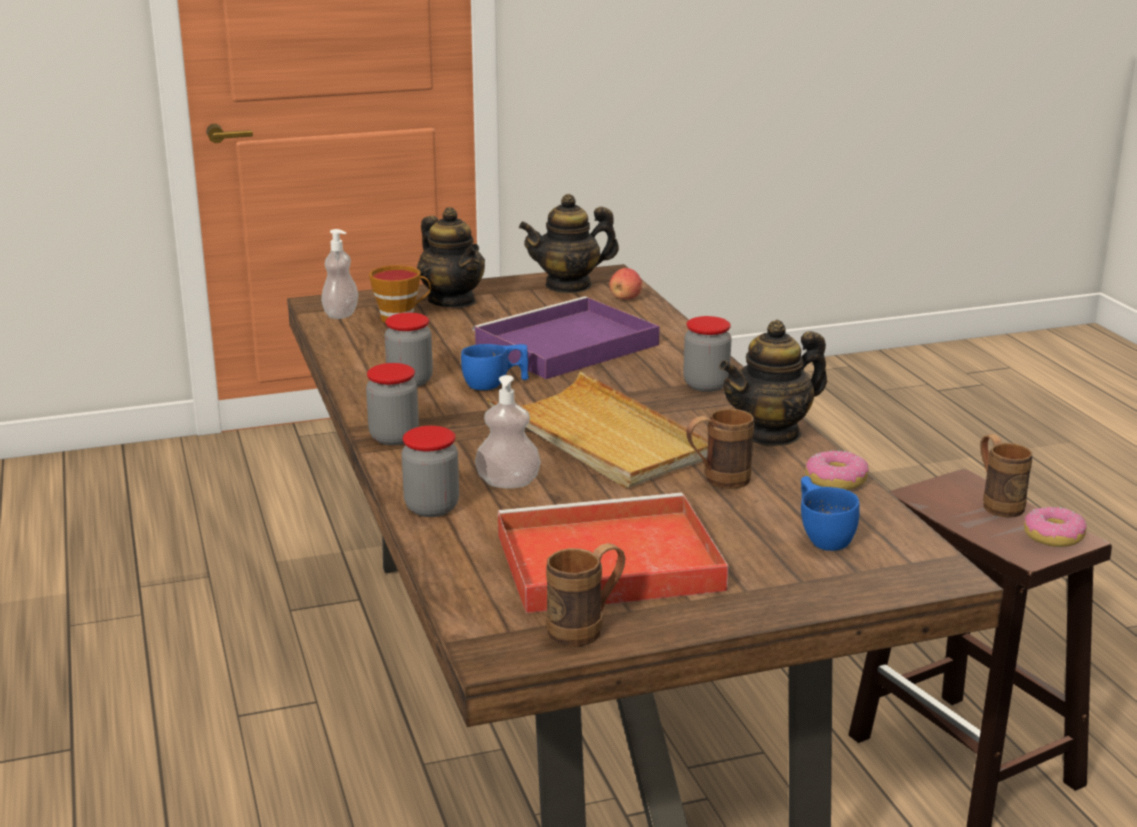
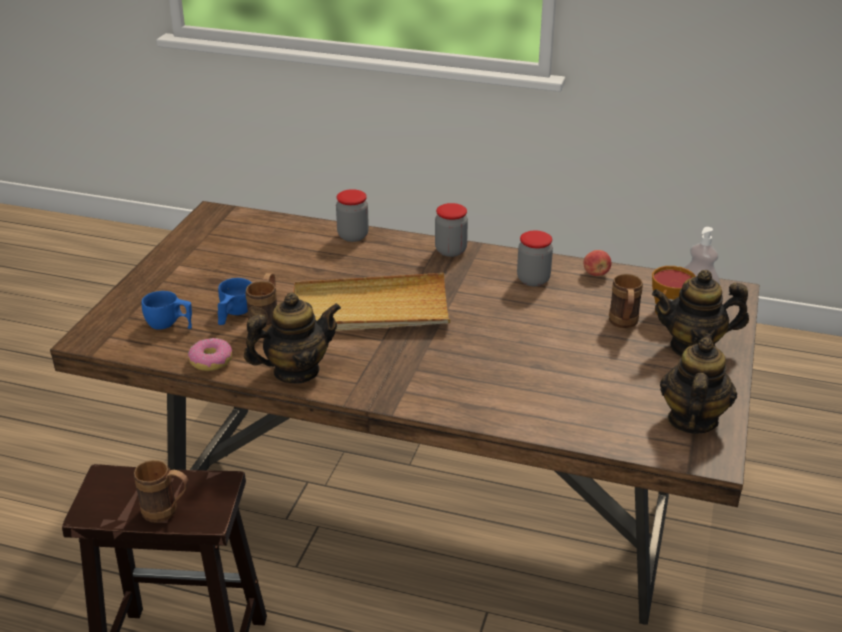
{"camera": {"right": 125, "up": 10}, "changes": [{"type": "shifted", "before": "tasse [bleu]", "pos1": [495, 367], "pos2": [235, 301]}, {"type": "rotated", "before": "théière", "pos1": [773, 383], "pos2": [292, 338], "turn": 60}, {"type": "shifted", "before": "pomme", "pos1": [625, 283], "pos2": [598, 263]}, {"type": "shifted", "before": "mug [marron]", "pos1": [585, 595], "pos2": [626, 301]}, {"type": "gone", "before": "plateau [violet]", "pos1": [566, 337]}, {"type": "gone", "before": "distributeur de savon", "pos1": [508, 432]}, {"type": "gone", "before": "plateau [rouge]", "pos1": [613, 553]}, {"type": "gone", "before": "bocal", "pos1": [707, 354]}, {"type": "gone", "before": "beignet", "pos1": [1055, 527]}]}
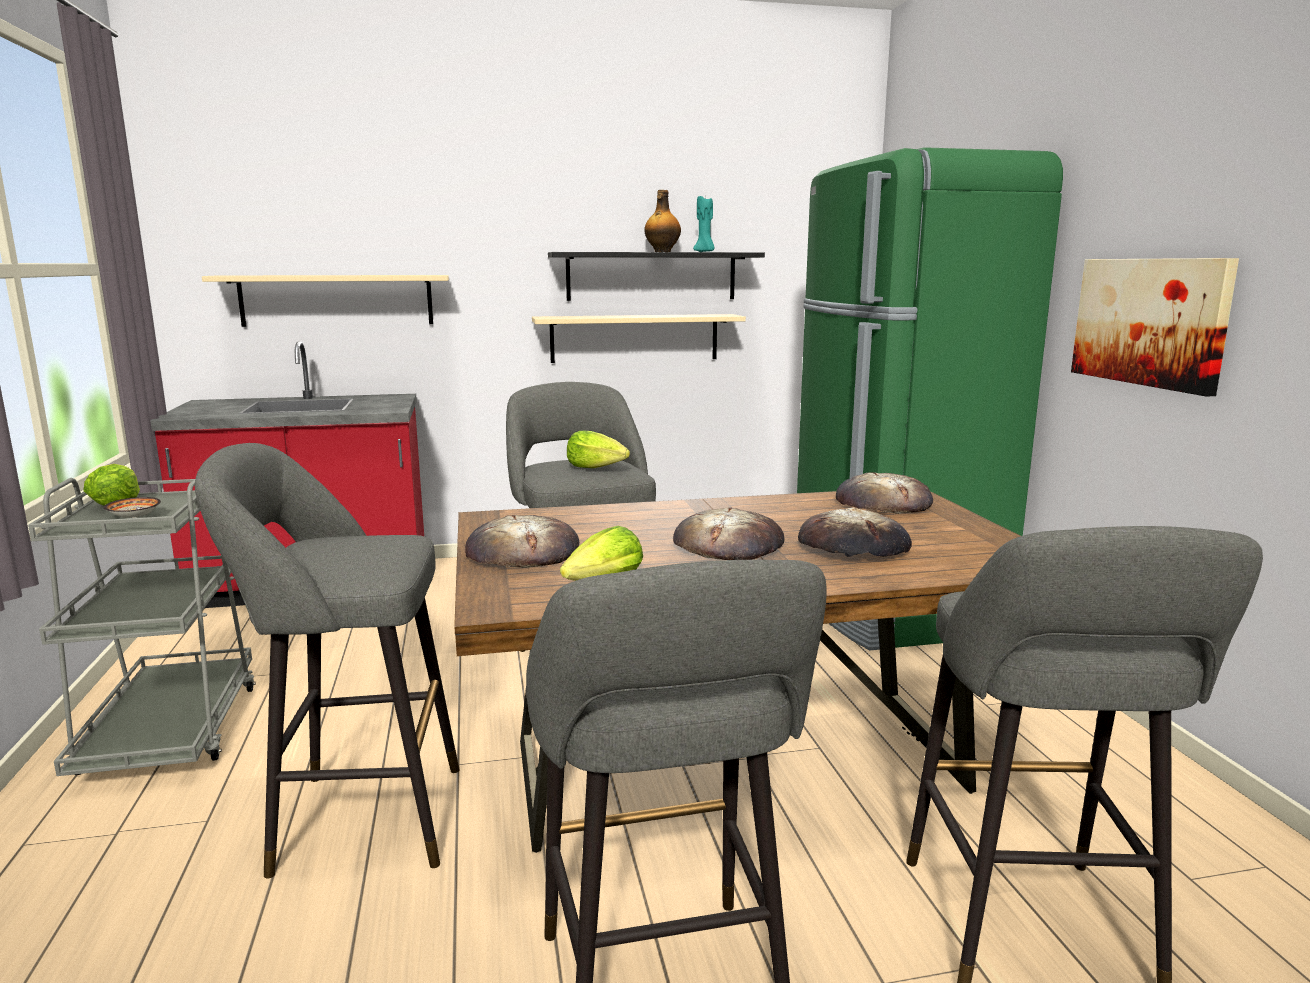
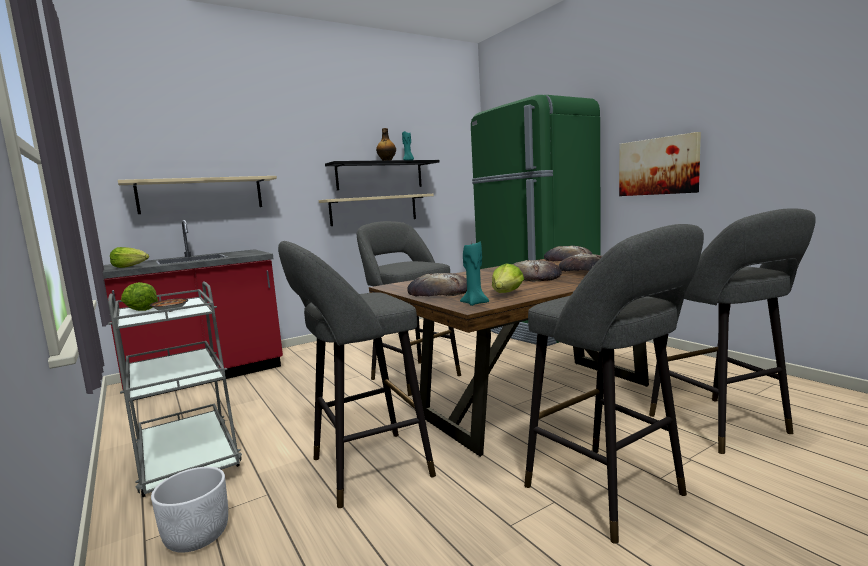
{"camera": {"right": -20, "up": -5}, "changes": [{"type": "shifted", "before": "laitue", "pos1": [598, 449], "pos2": [129, 257]}, {"type": "new", "after": "cache-pot [blanc]", "pos2": [189, 510]}, {"type": "new", "after": "bougie [turquoise]", "pos2": [474, 273]}]}
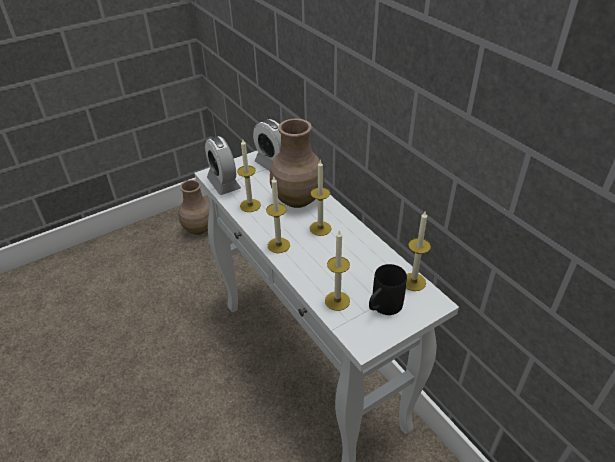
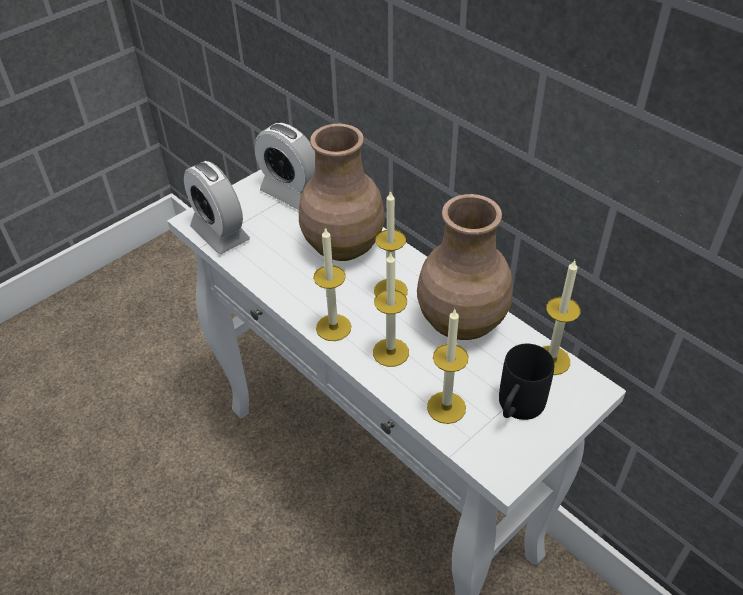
{"camera": {"right": -10, "up": 5}, "changes": [{"type": "shifted", "before": "bougie", "pos1": [249, 175], "pos2": [391, 309]}, {"type": "shifted", "before": "vase [marron]", "pos1": [194, 207], "pos2": [465, 267]}]}
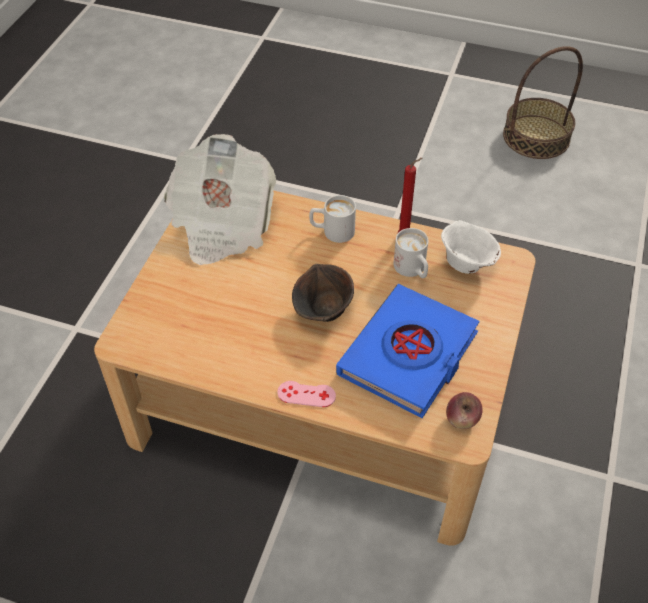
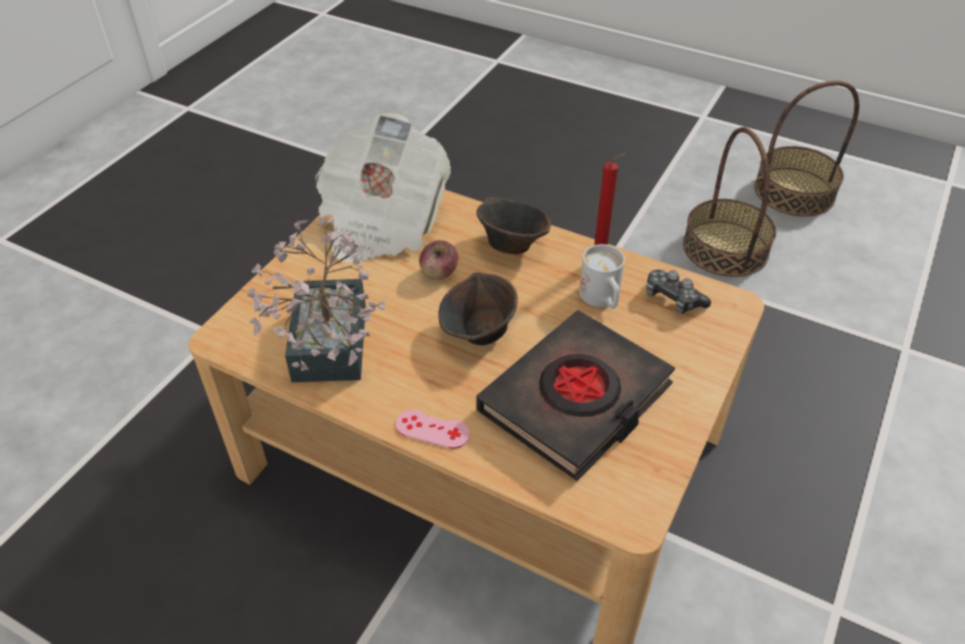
{"camera": {"right": 10, "up": -5}, "changes": [{"type": "new", "after": "plante en pot", "pos2": [316, 298]}, {"type": "shifted", "before": "pomme", "pos1": [464, 410], "pos2": [438, 260]}, {"type": "swapped", "before": "mug [blanc]", "after": "bol [marron]", "pos1": [332, 219], "pos2": [513, 225]}, {"type": "repainted", "before": "livre [bleu]", "after": "livre [noir]", "pos1": [408, 351], "pos2": [575, 395]}, {"type": "swapped", "before": "bol [blanc]", "after": "manette", "pos1": [471, 247], "pos2": [678, 292]}, {"type": "new", "after": "panier", "pos2": [729, 202]}]}
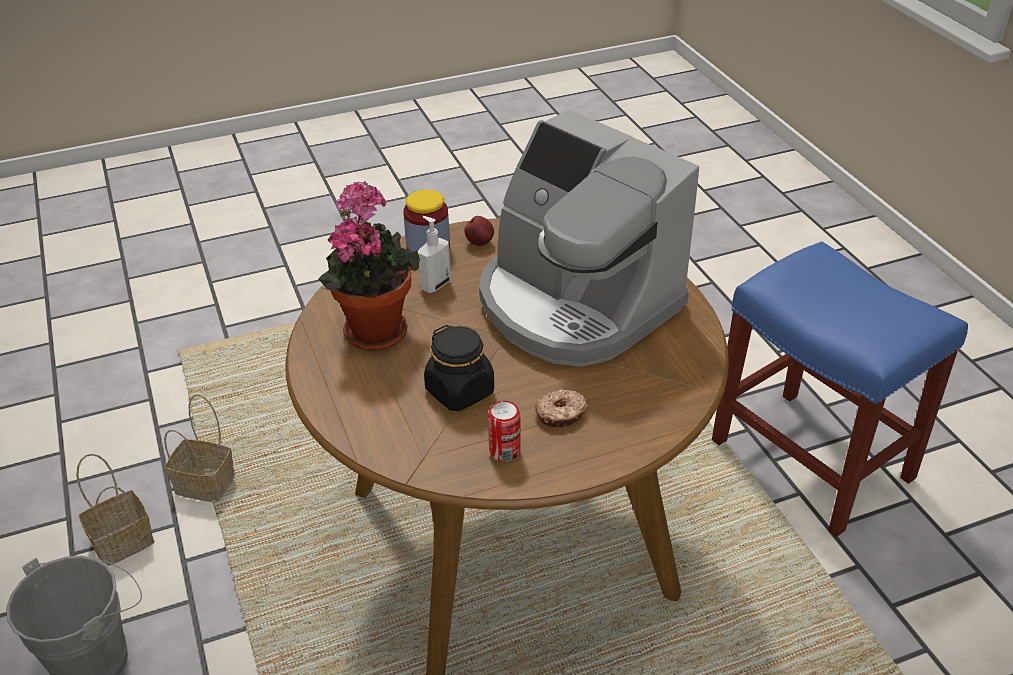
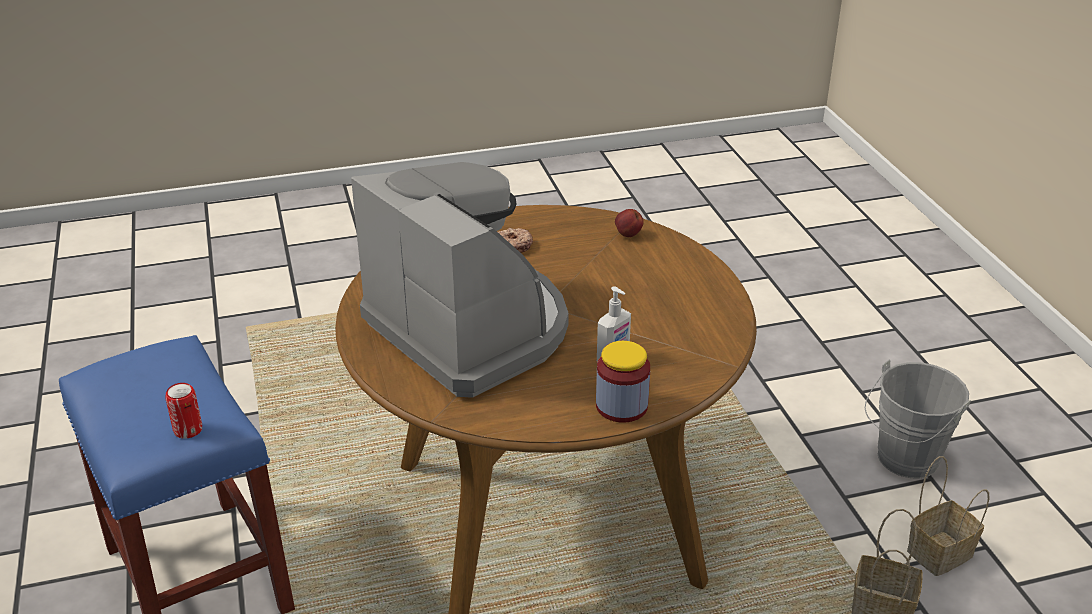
{"camera": {"right": -175, "up": -5}, "changes": [{"type": "shifted", "before": "boîte métallique", "pos1": [504, 431], "pos2": [183, 411]}, {"type": "shifted", "before": "pomme", "pos1": [479, 231], "pos2": [629, 223]}, {"type": "gone", "before": "plante en pot", "pos1": [369, 266]}, {"type": "gone", "before": "bocal [noir]", "pos1": [459, 368]}]}
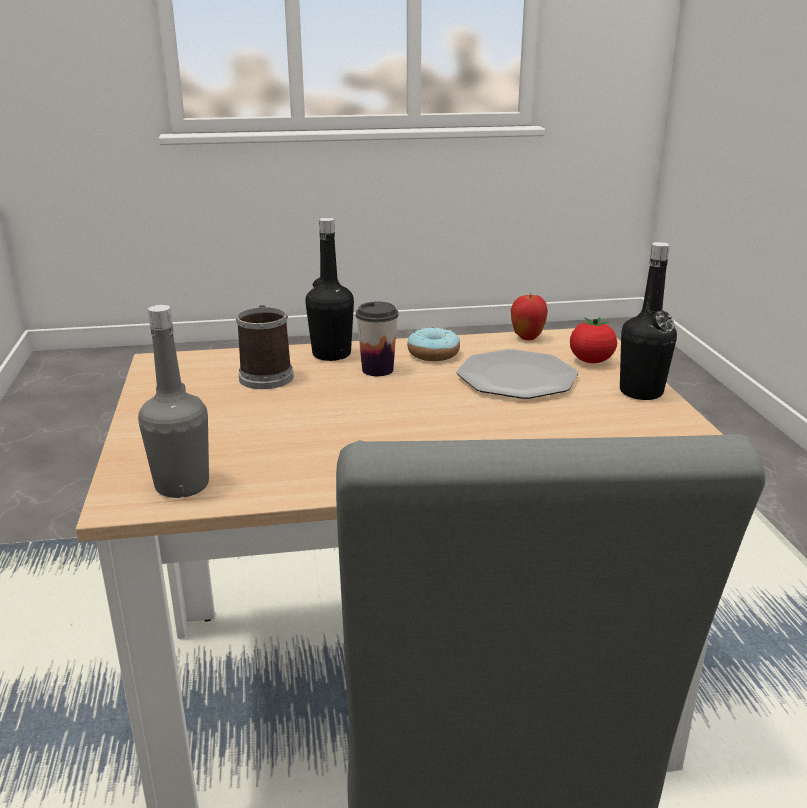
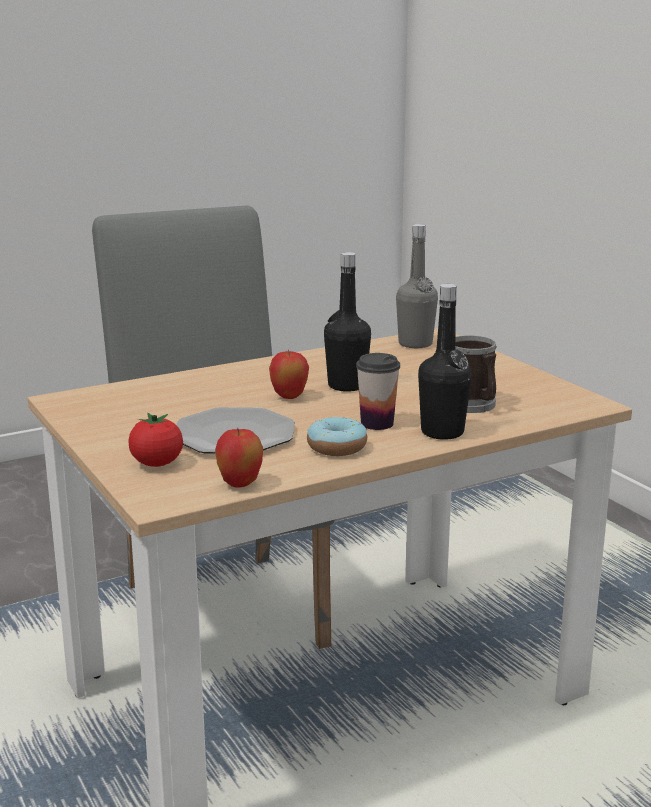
{"camera": {"right": 160, "up": -5}, "changes": [{"type": "new", "after": "pomme", "pos2": [289, 374]}, {"type": "shifted", "before": "bouteille [noir]", "pos1": [648, 321], "pos2": [347, 322]}]}
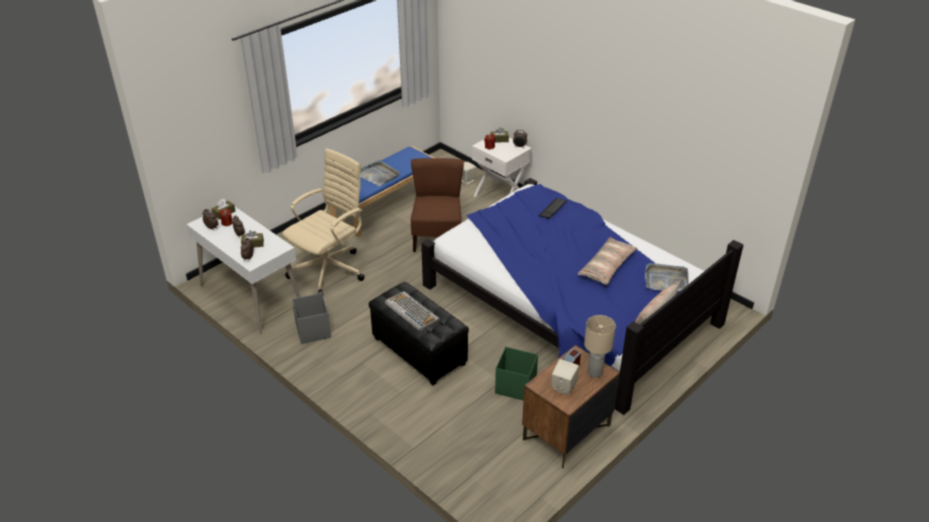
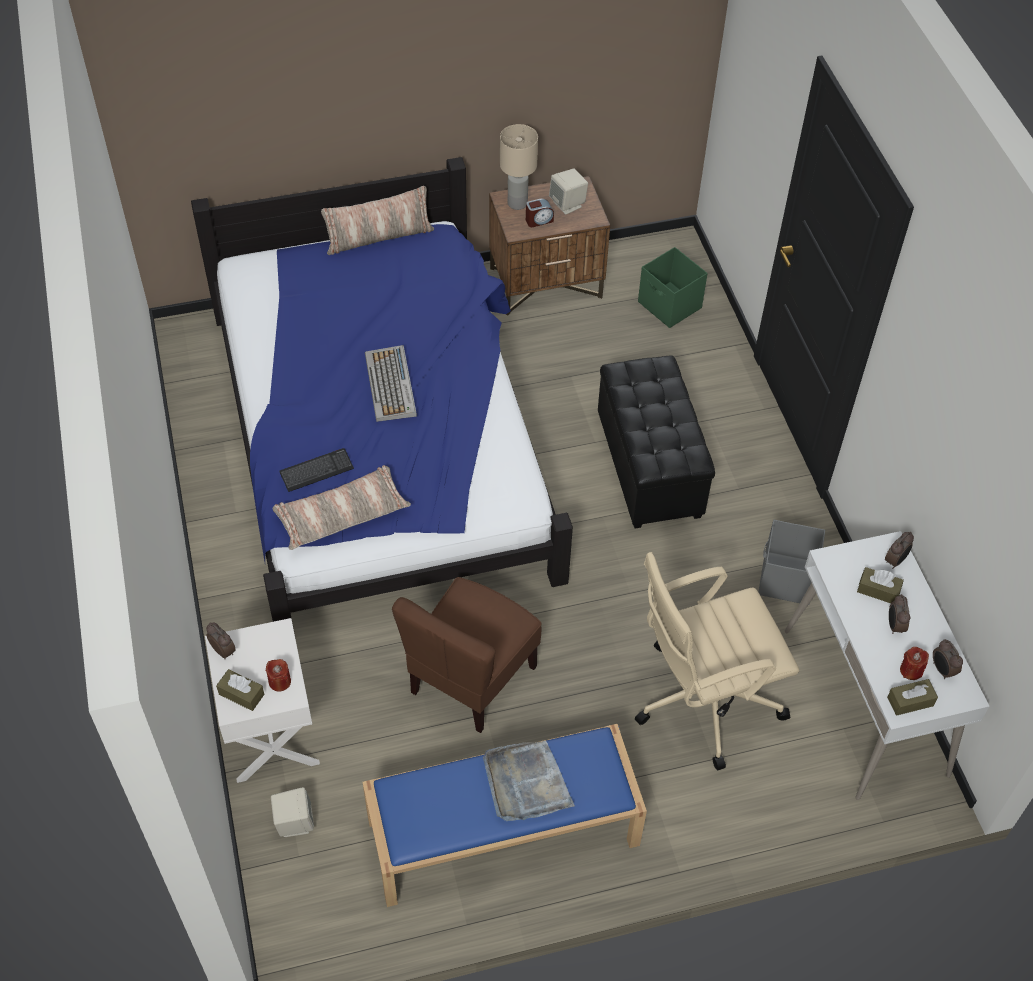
{"camera": {"right": -150, "up": 15}, "changes": [{"type": "shifted", "before": "coussin", "pos1": [607, 261], "pos2": [342, 507]}, {"type": "shifted", "before": "clavier", "pos1": [412, 311], "pos2": [391, 383]}, {"type": "shifted", "before": "boîte de rangement [vert]", "pos1": [516, 373], "pos2": [673, 287]}, {"type": "gone", "before": "plateau [gris]", "pos1": [666, 277]}]}
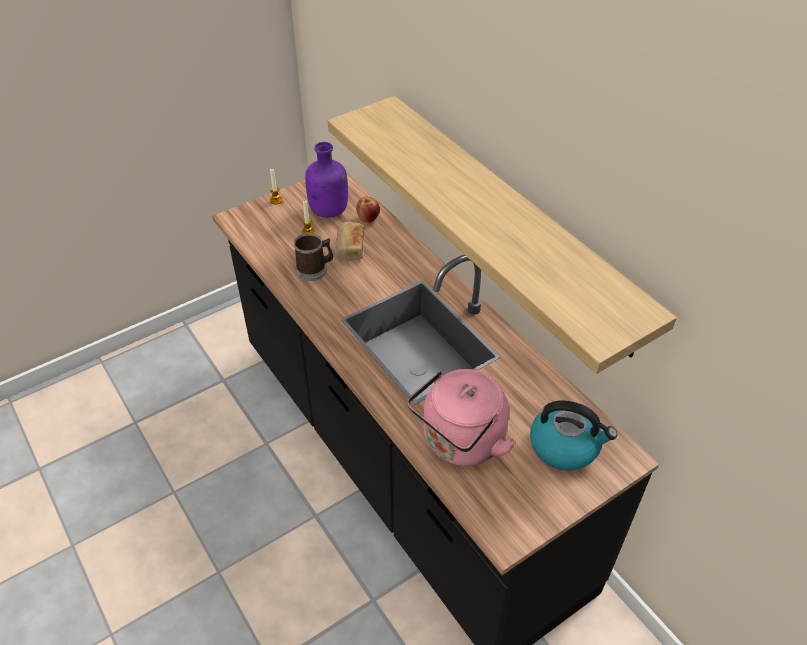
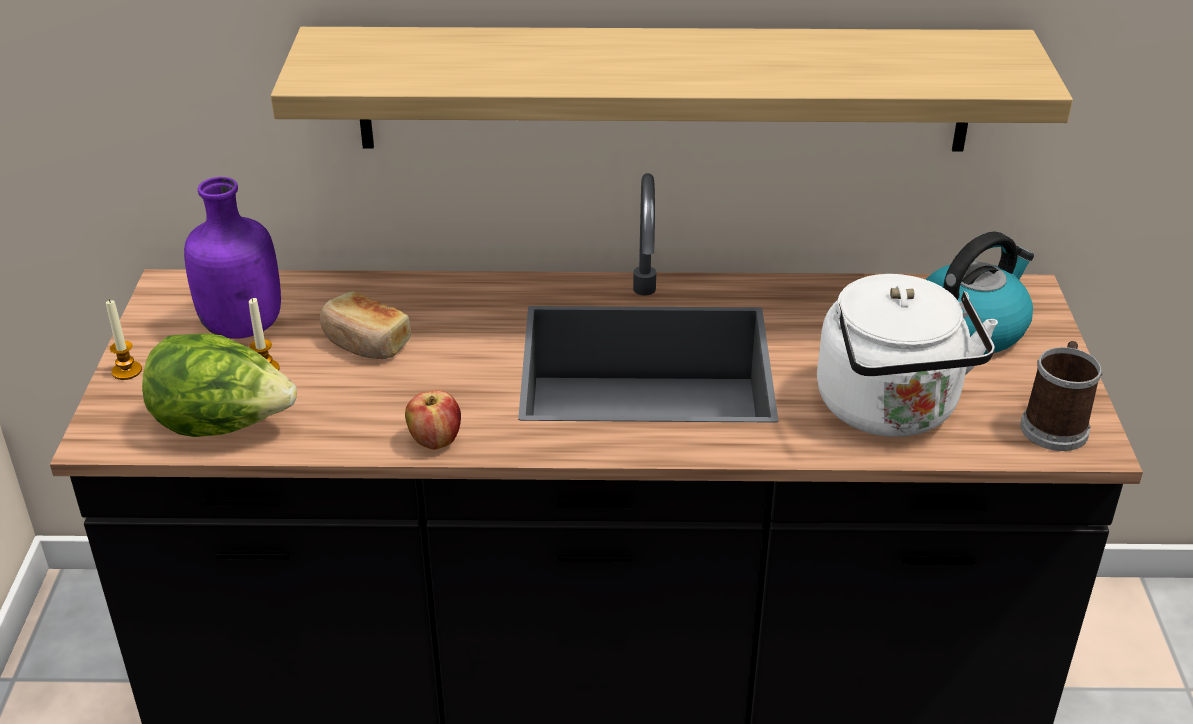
{"camera": {"right": -55, "up": -10}, "changes": [{"type": "new", "after": "laitue", "pos2": [219, 385]}, {"type": "shifted", "before": "pomme", "pos1": [368, 210], "pos2": [433, 420]}, {"type": "repainted", "before": "bouilloire [rose]", "after": "bouilloire [blanc]", "pos1": [461, 417], "pos2": [907, 355]}, {"type": "shifted", "before": "mug", "pos1": [313, 257], "pos2": [1061, 396]}]}
